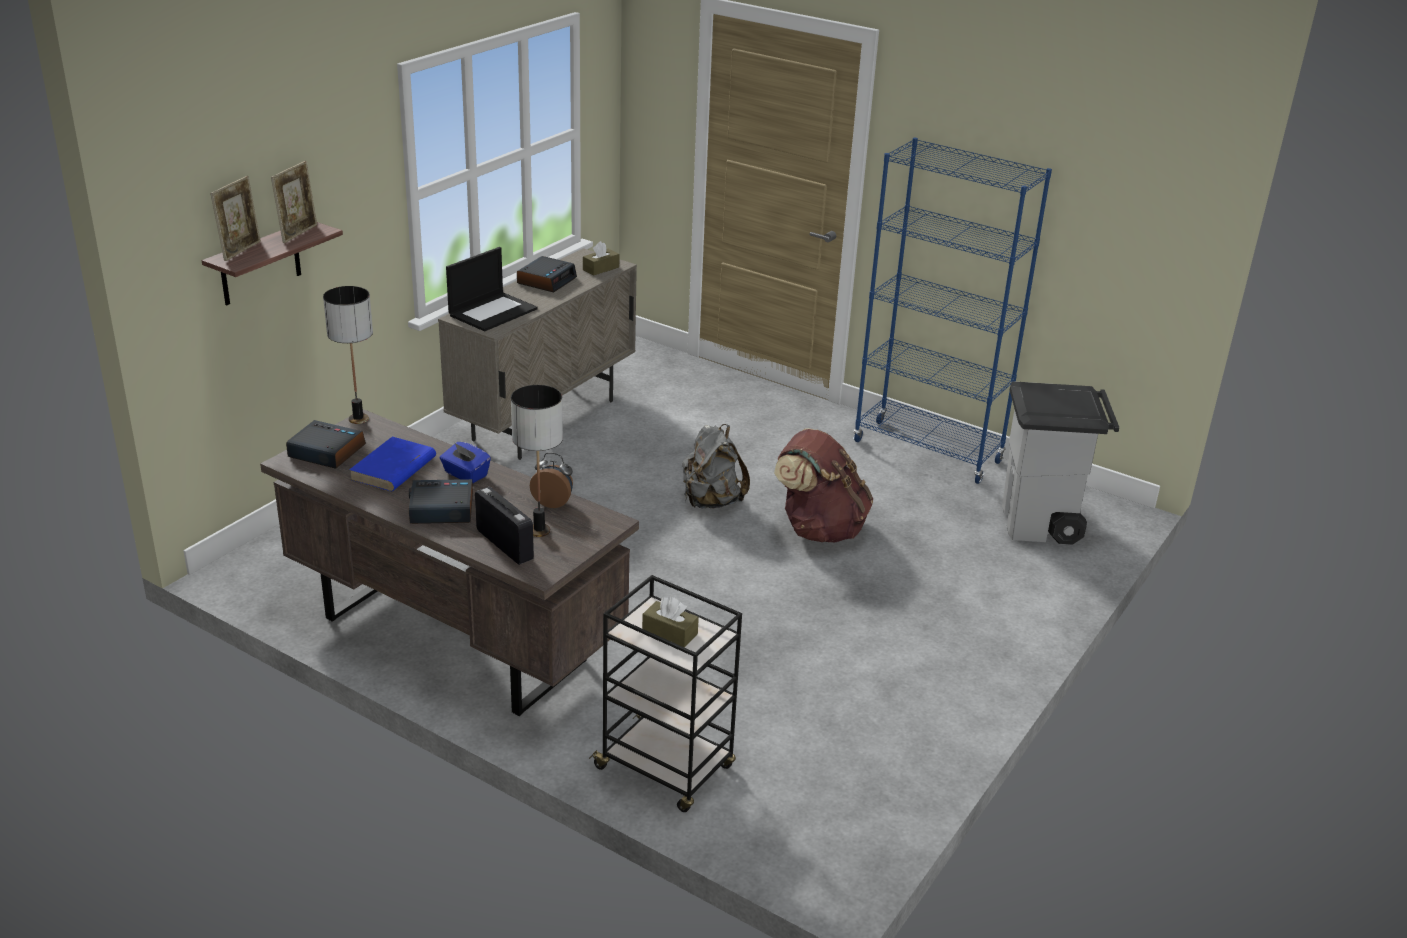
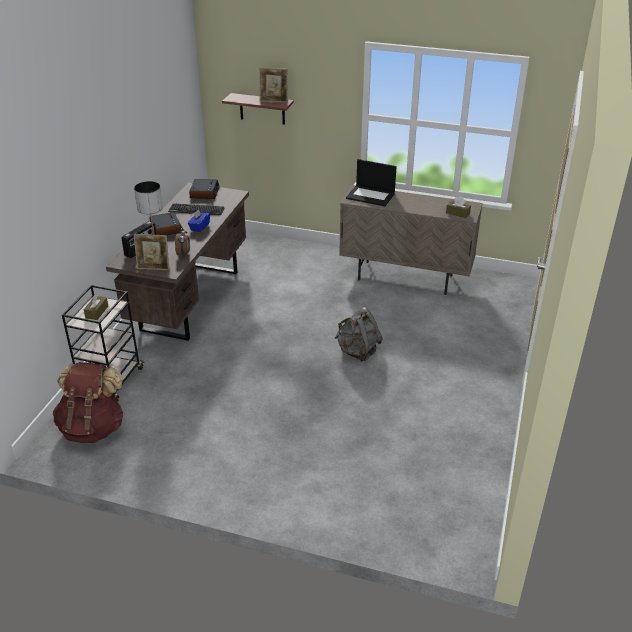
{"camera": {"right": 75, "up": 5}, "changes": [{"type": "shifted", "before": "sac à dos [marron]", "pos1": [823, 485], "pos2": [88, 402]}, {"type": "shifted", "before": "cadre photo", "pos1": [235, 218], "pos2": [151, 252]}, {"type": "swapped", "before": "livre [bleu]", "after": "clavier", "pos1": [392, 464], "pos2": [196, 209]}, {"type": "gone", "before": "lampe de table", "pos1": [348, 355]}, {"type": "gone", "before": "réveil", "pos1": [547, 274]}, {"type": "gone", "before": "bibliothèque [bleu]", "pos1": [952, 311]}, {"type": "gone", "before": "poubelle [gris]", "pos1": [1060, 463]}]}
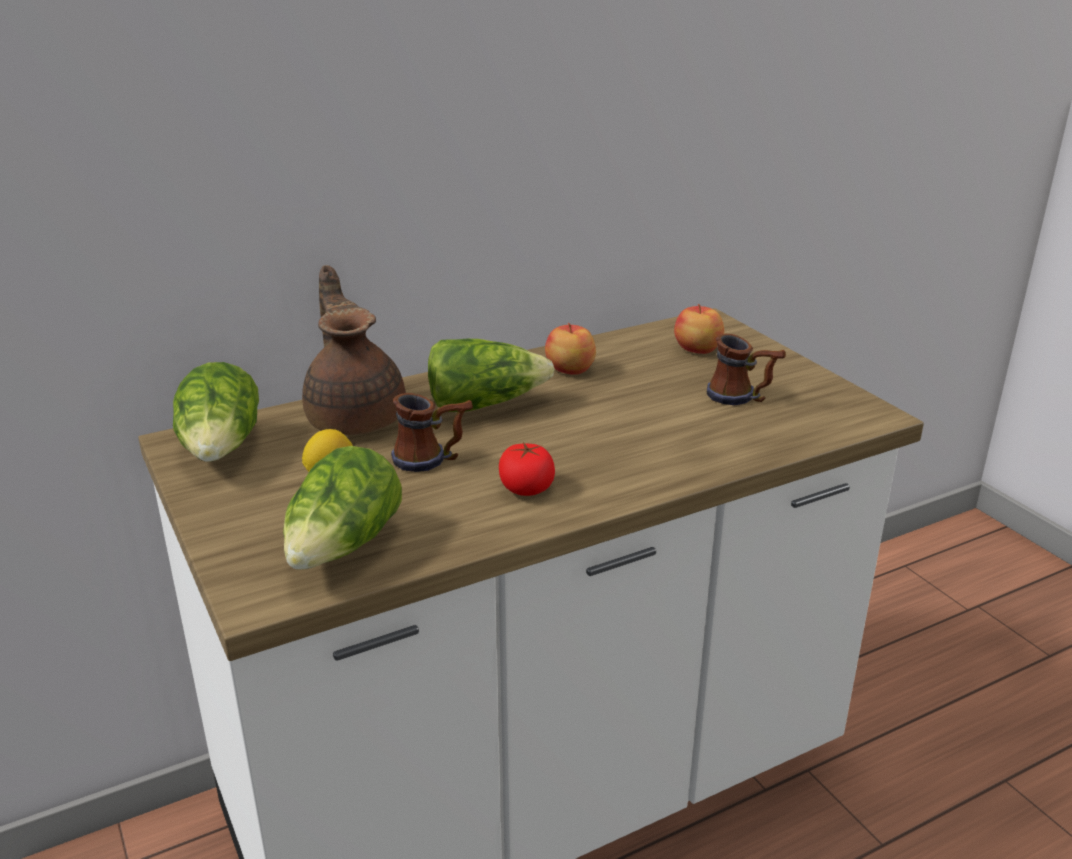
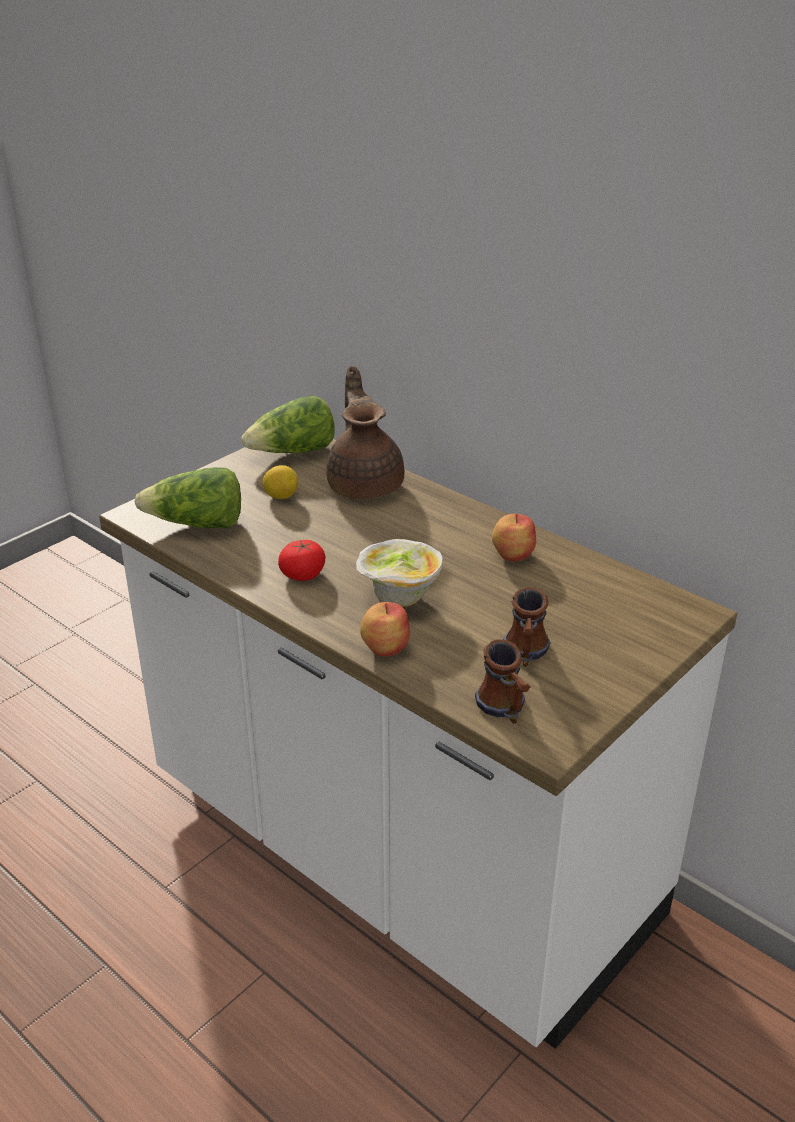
{"camera": {"right": 70, "up": 5}, "changes": [{"type": "rotated", "before": "théière [marron]", "pos1": [354, 350], "pos2": [365, 433], "turn": -60}, {"type": "new", "after": "bol", "pos2": [399, 573]}, {"type": "shifted", "before": "pomme", "pos1": [699, 329], "pos2": [385, 629]}, {"type": "shifted", "before": "mug", "pos1": [432, 432], "pos2": [502, 681]}, {"type": "gone", "before": "laitue", "pos1": [491, 375]}]}
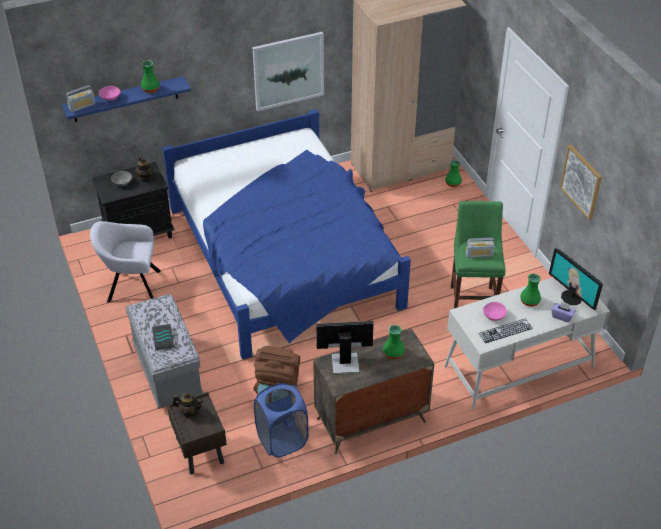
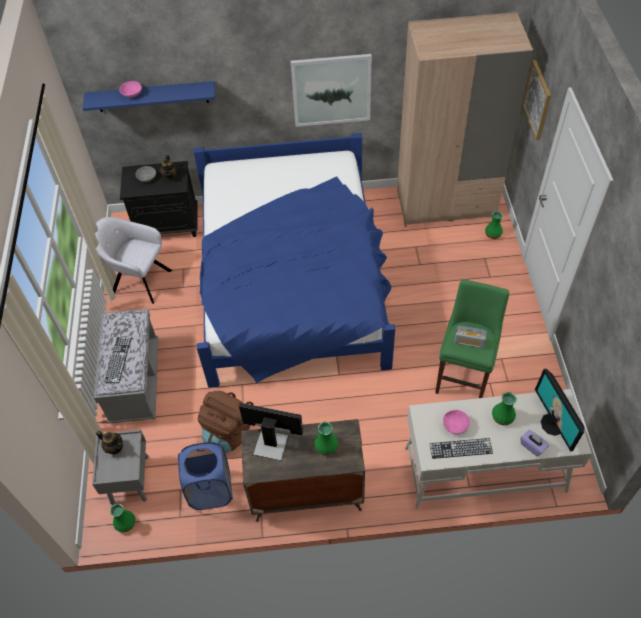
{"camera": {"right": 20, "up": 10}, "changes": [{"type": "repainted", "before": "table de chevet [marron]", "after": "table de chevet [gris]", "pos1": [197, 433], "pos2": [120, 467]}, {"type": "swapped", "before": "livre", "after": "clavier", "pos1": [163, 337], "pos2": [118, 360]}, {"type": "shifted", "before": "vase [vert]", "pos1": [150, 76], "pos2": [122, 518]}, {"type": "shifted", "before": "tableau", "pos1": [581, 182], "pos2": [536, 100]}, {"type": "gone", "before": "radio", "pos1": [80, 98]}]}
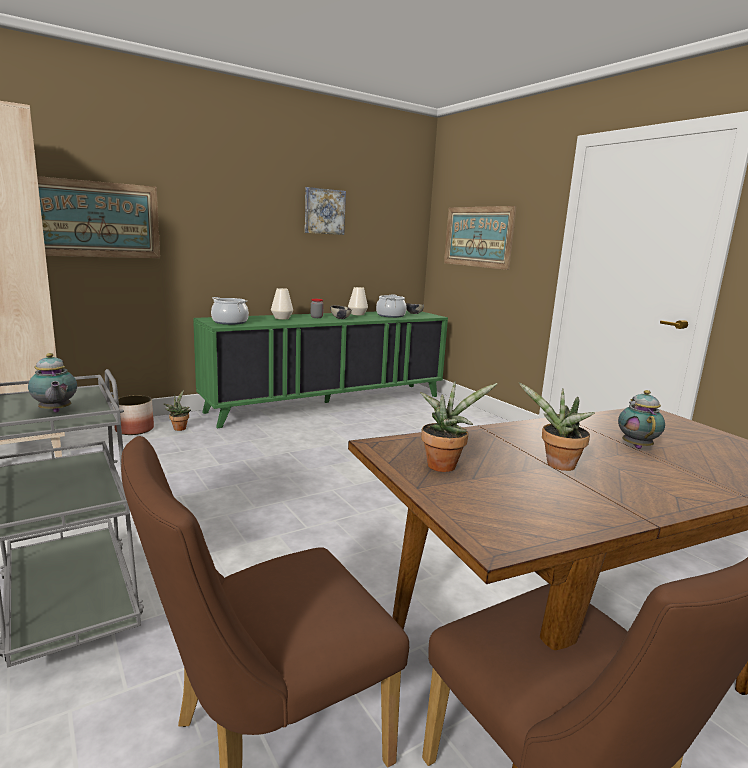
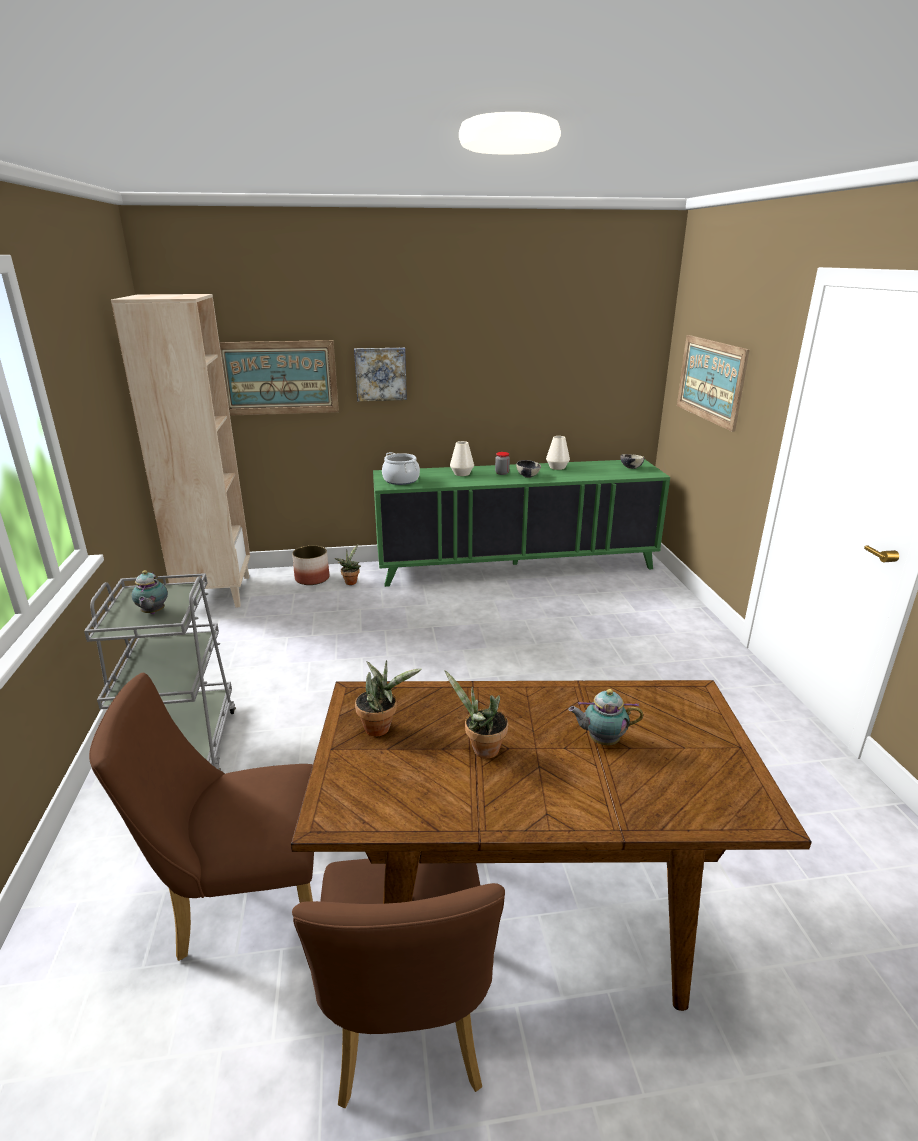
{"camera": {"right": 25, "up": 10}, "changes": [{"type": "shifted", "before": "tableau", "pos1": [325, 211], "pos2": [380, 374]}, {"type": "rotated", "before": "théière", "pos1": [641, 419], "pos2": [605, 717], "turn": -120}, {"type": "gone", "before": "marmite", "pos1": [391, 306]}]}
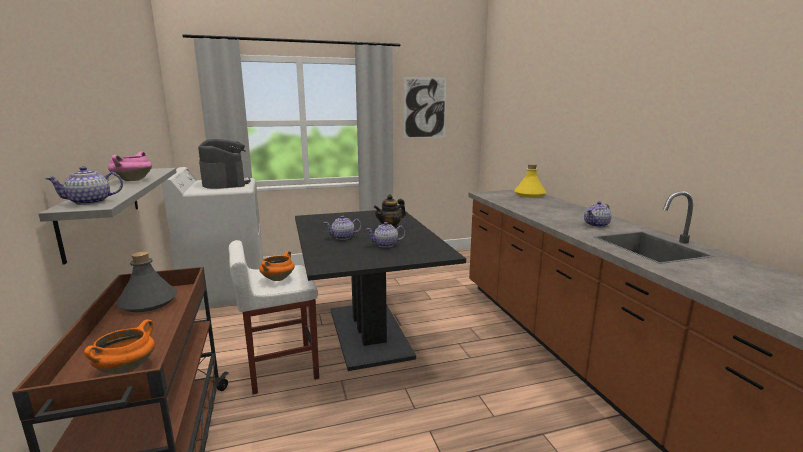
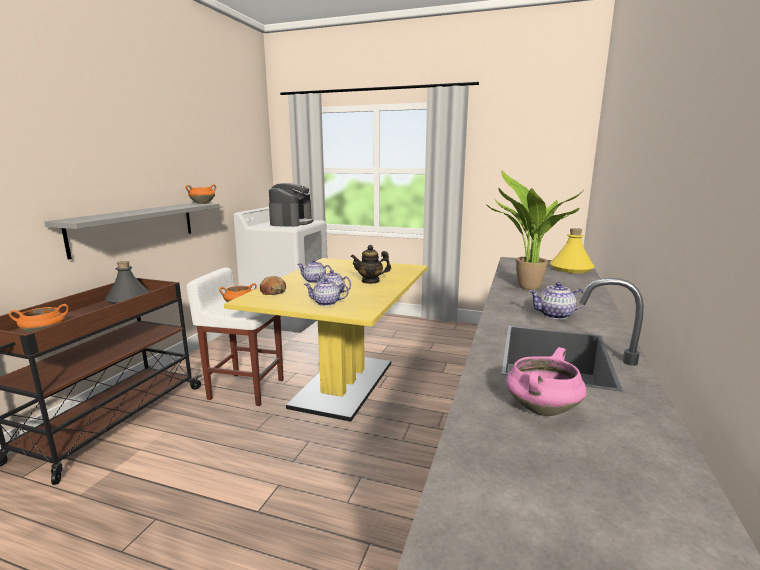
{"camera": {"right": 35, "up": 0}, "changes": [{"type": "new", "after": "marmite [orange]", "pos2": [201, 194]}, {"type": "repainted", "before": "table à manger [noir]", "after": "table à manger [jaune]", "pos1": [380, 289], "pos2": [326, 340]}, {"type": "new", "after": "pain", "pos2": [273, 285]}, {"type": "shifted", "before": "théière", "pos1": [84, 185], "pos2": [326, 292]}, {"type": "new", "after": "plante en pot", "pos2": [535, 230]}, {"type": "shifted", "before": "marmite [rose]", "pos1": [130, 166], "pos2": [546, 381]}, {"type": "gone", "before": "tableau", "pos1": [425, 107]}]}
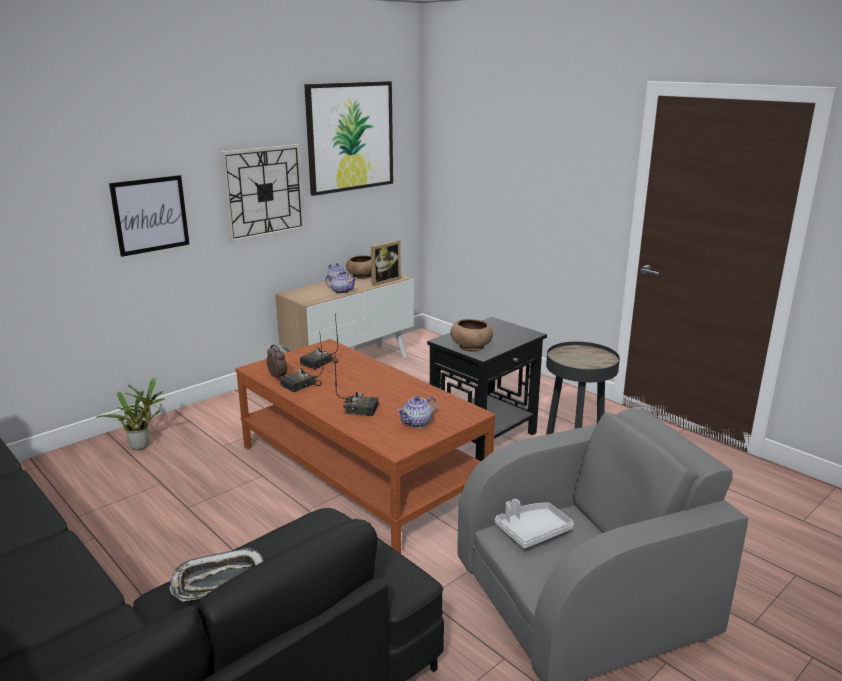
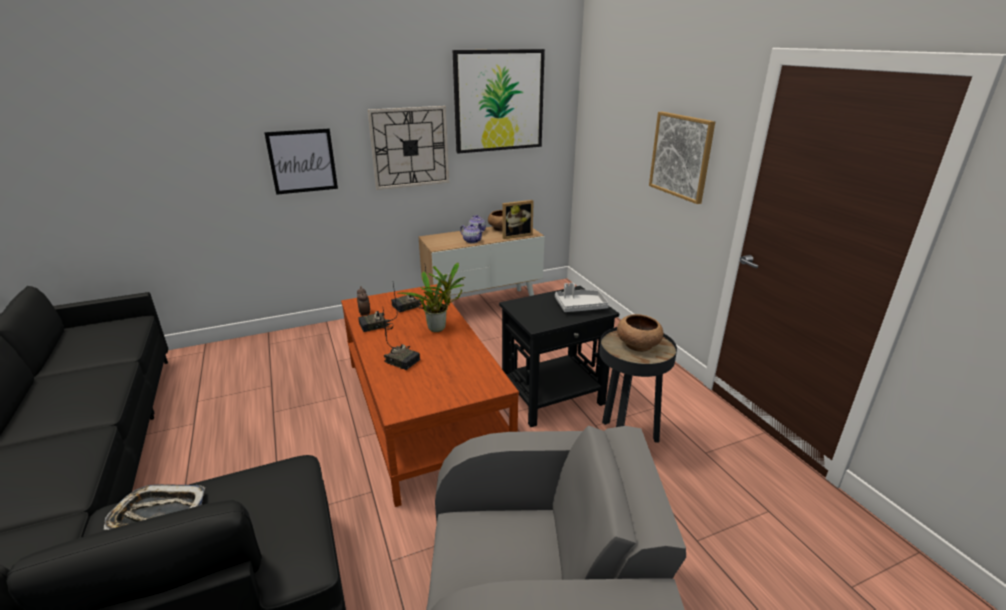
{"camera": {"right": 20, "up": 5}, "changes": [{"type": "shifted", "before": "plante en pot", "pos1": [129, 414], "pos2": [431, 297]}, {"type": "shifted", "before": "plateau [gris]", "pos1": [534, 524], "pos2": [582, 297]}, {"type": "shifted", "before": "bol [marron]", "pos1": [471, 335], "pos2": [640, 333]}, {"type": "new", "after": "tableau", "pos2": [682, 158]}, {"type": "gone", "before": "théière", "pos1": [417, 412]}]}
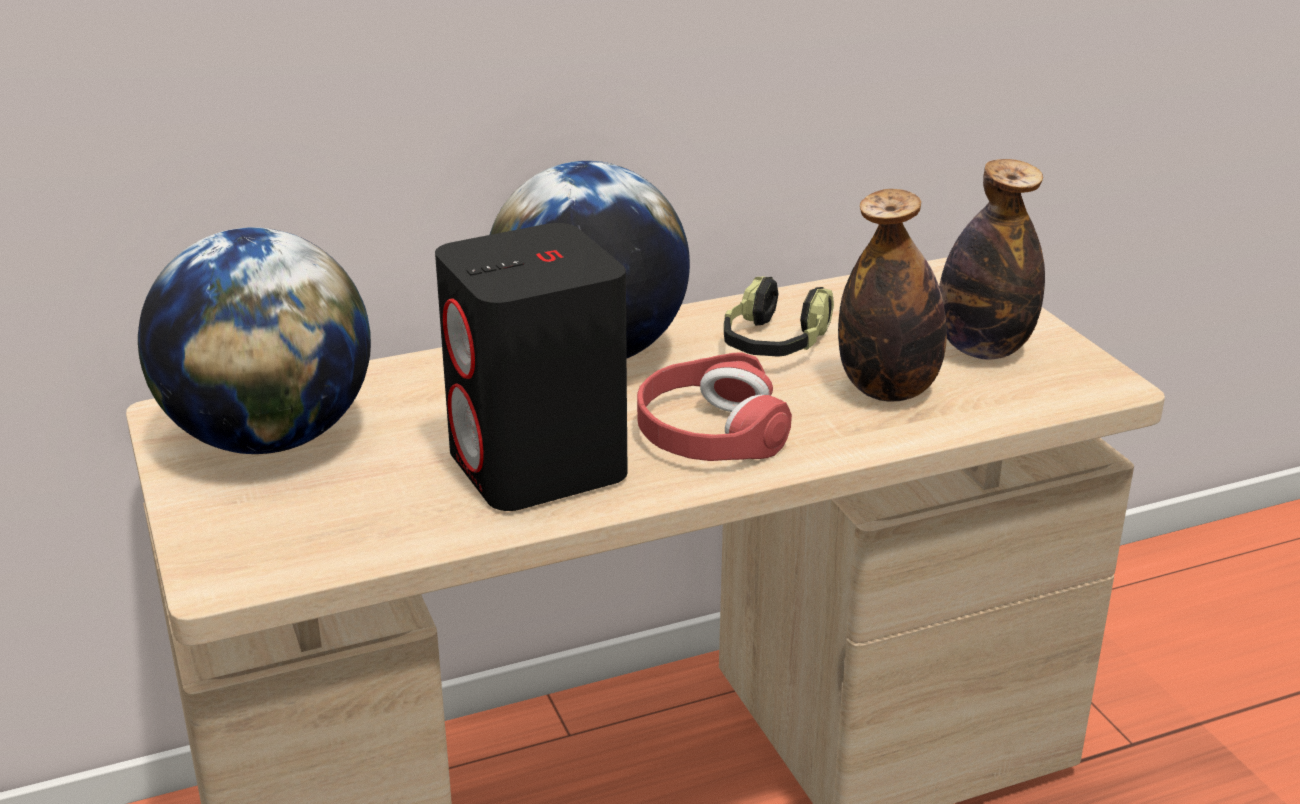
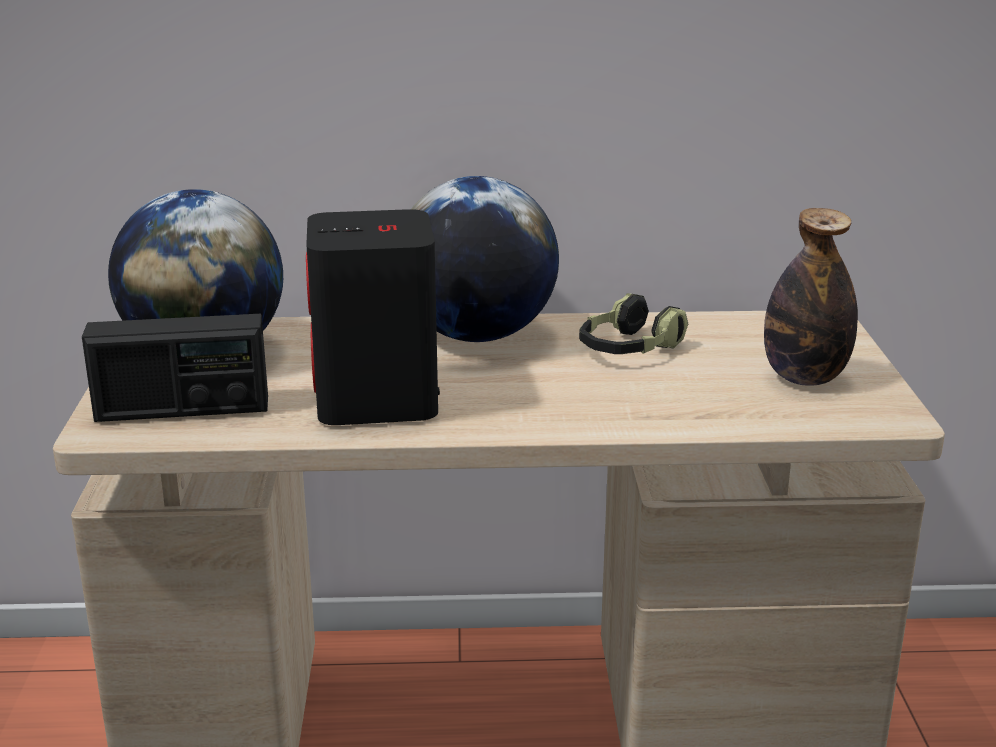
{"camera": {"right": 20, "up": -5}, "changes": [{"type": "new", "after": "radio", "pos2": [175, 368]}, {"type": "gone", "before": "casque audio [rouge]", "pos1": [714, 406]}, {"type": "gone", "before": "bouteille", "pos1": [892, 295]}]}
